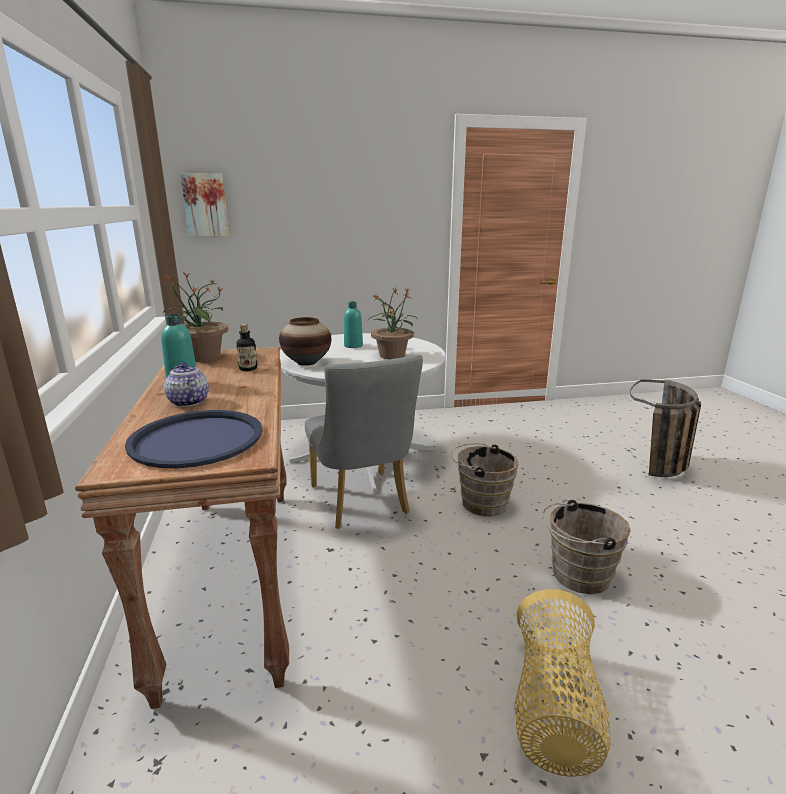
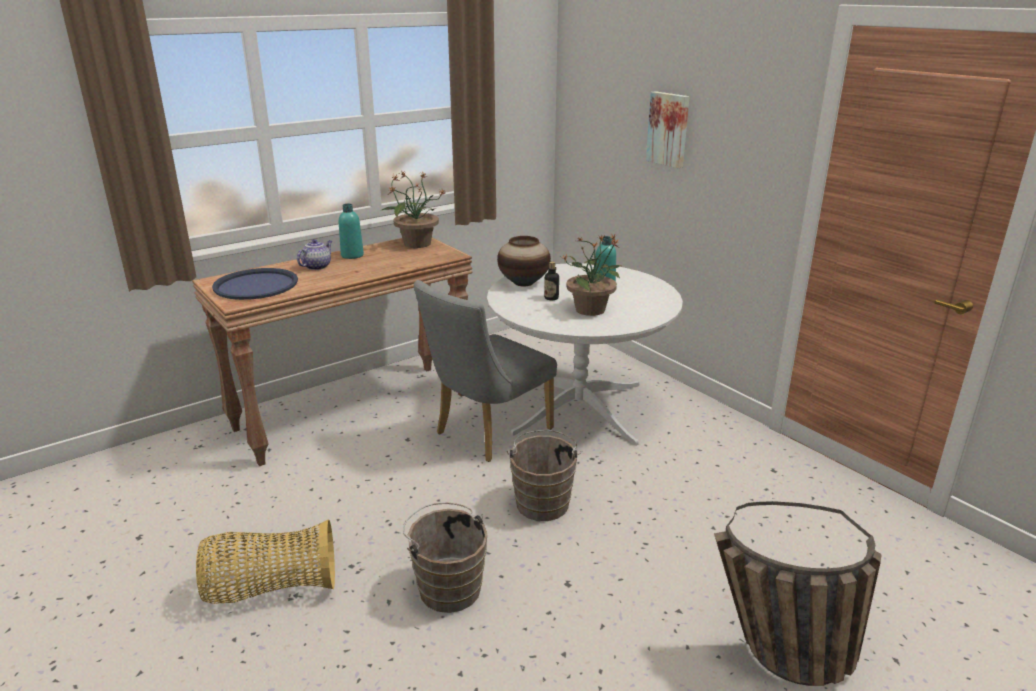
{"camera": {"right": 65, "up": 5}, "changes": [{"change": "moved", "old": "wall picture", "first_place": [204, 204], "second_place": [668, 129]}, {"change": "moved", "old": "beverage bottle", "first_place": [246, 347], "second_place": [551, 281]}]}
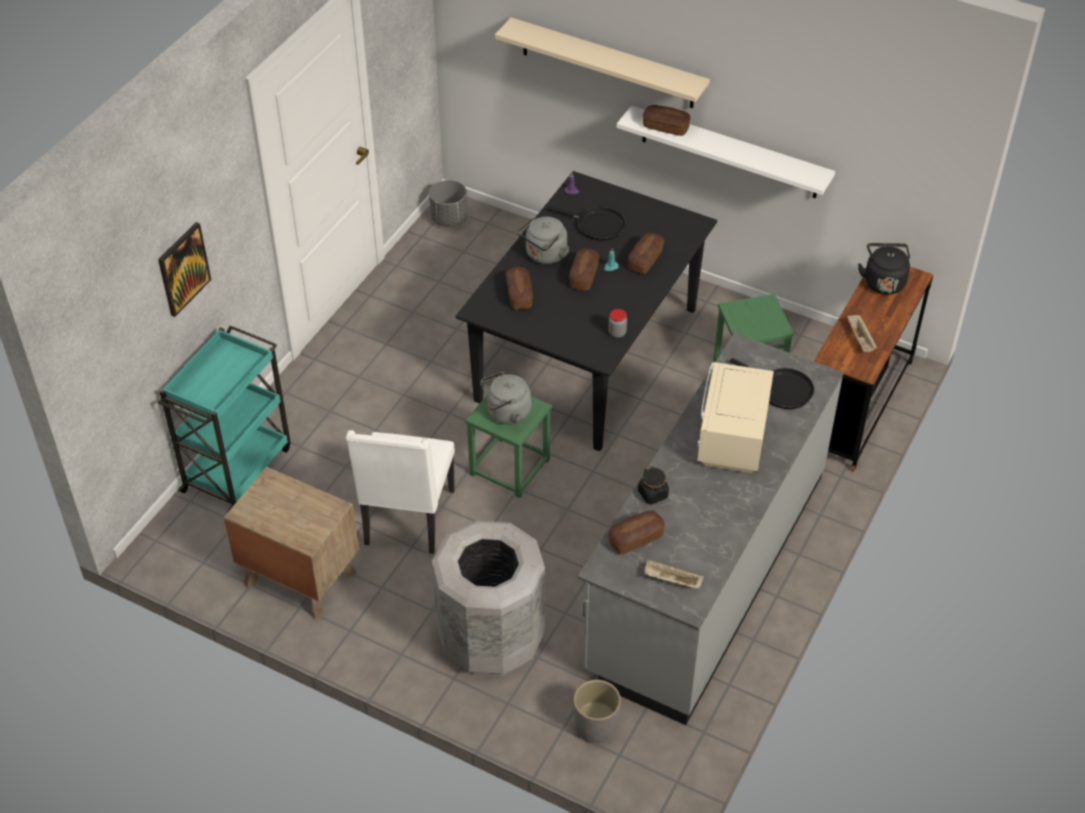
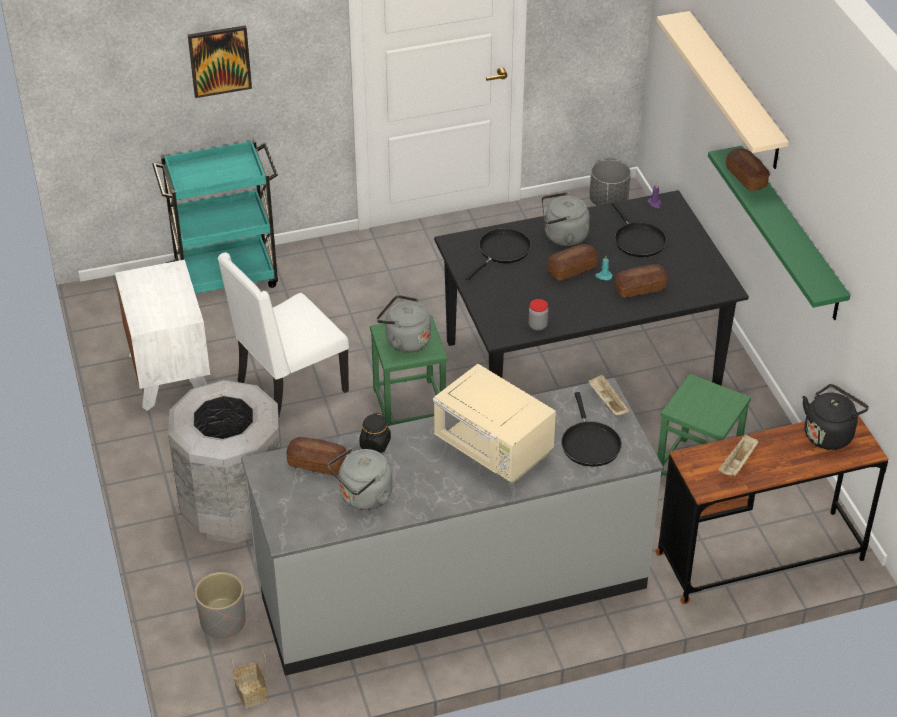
{"camera": {"right": 45, "up": -5}, "changes": [{"change": "recoloured", "old": "whitish bracket shelf", "new": "greenish bracket shelf", "first_place": [726, 152], "second_place": [779, 233]}, {"change": "replaced", "old": "baked bread", "new": "blackish skillet", "first_place": [519, 288], "second_place": [498, 254]}, {"change": "turned", "old": "beige-coloured microwave oven", "first_place": [735, 417], "second_place": [494, 423], "degrees": -105}, {"change": "recoloured", "old": "brownish nightstand", "new": "whitish nightstand", "first_place": [291, 543], "second_place": [162, 335]}, {"change": "moved", "old": "beige-coloured tray", "first_place": [674, 573], "second_place": [609, 394]}, {"change": "added", "new": "grey kettle", "second_place": [360, 479]}, {"change": "added", "new": "storage basket", "second_place": [248, 678]}]}
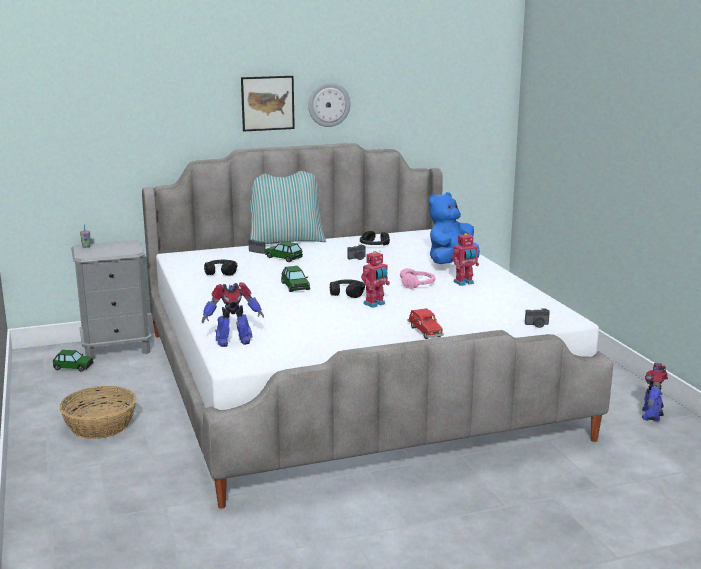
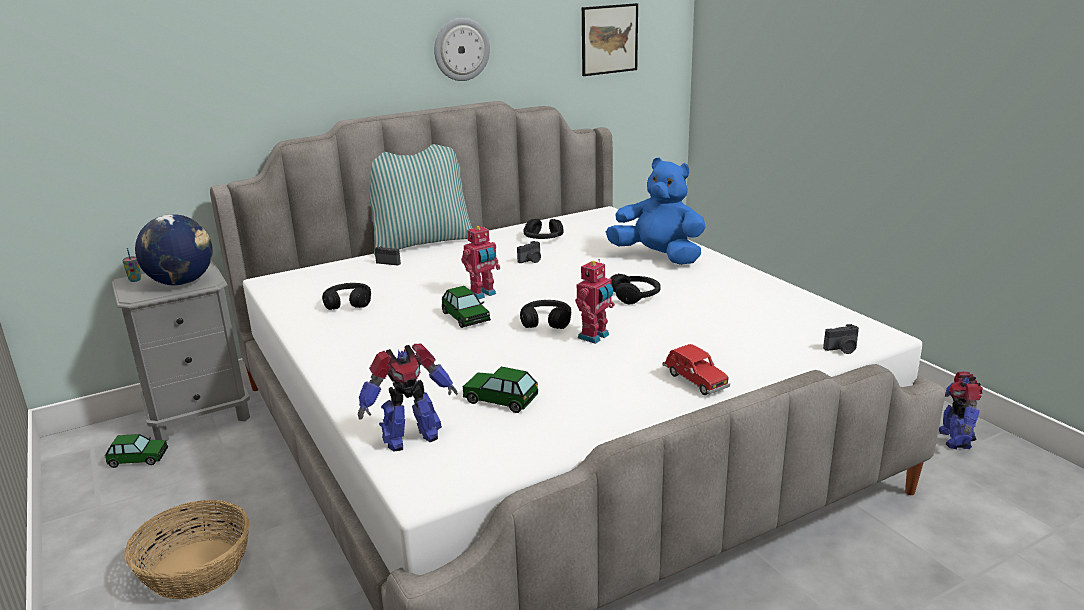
{"camera": {"right": -10, "up": 5}, "changes": [{"change": "moved", "old": "wall picture", "first_place": [268, 104], "second_place": [610, 39]}, {"change": "turned", "old": "bluish soft toy", "first_place": [454, 228], "second_place": [656, 211], "degrees": 90}, {"change": "moved", "old": "robot figure", "first_place": [465, 259], "second_place": [480, 262]}, {"change": "moved", "old": "model car", "first_place": [284, 251], "second_place": [500, 390]}, {"change": "recoloured", "old": "pink-coloured headset", "new": "blackish headset", "first_place": [417, 278], "second_place": [635, 289]}, {"change": "added", "new": "world globe", "second_place": [174, 250]}]}
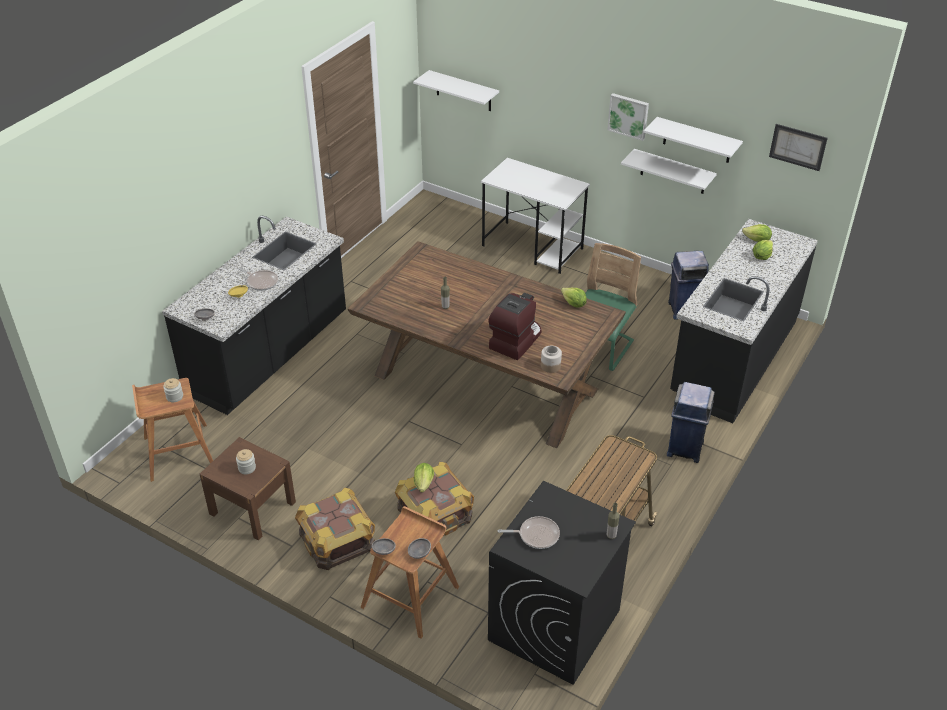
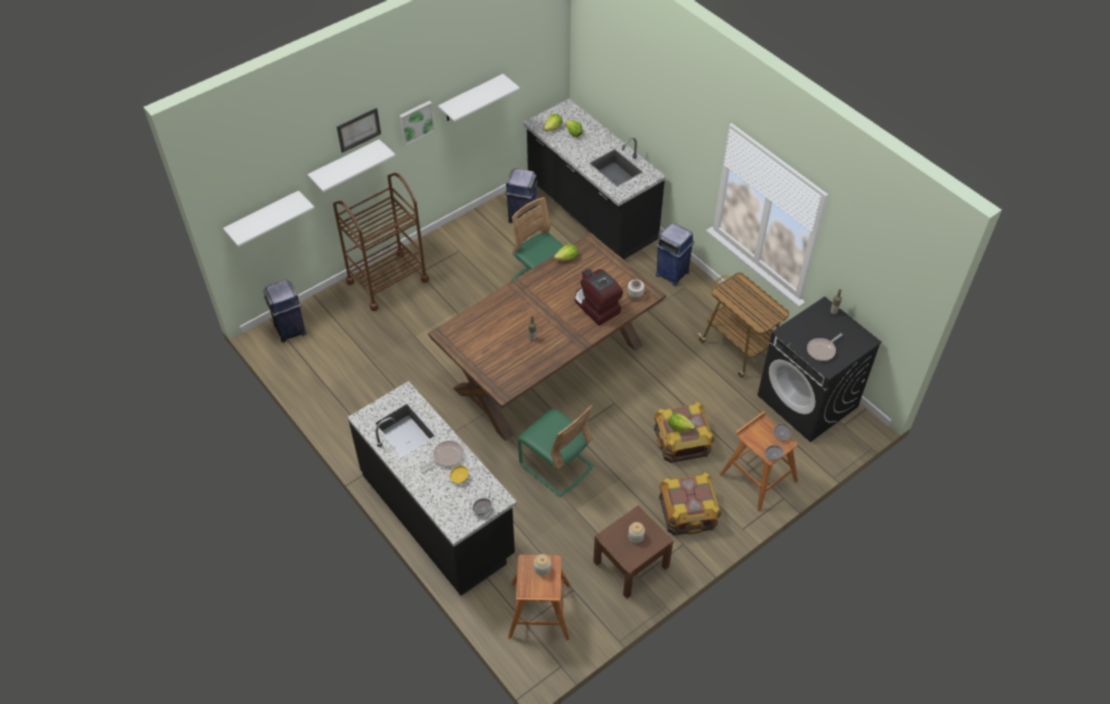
{"camera": {"right": -70, "up": 10}, "changes": [{"change": "moved", "old": "wall picture", "first_place": [798, 147], "second_place": [359, 130]}, {"change": "moved", "old": "whitish bracket shelf", "first_place": [669, 171], "second_place": [351, 165]}, {"change": "replaced", "old": "whitish desk unit", "new": "brownish cart", "first_place": [535, 216], "second_place": [381, 242]}, {"change": "turned", "old": "skillet", "first_place": [529, 532], "second_place": [825, 347], "degrees": -150}, {"change": "added", "new": "bluish trash can", "second_place": [285, 311]}, {"change": "added", "new": "greenish upright chair", "second_place": [555, 451]}]}
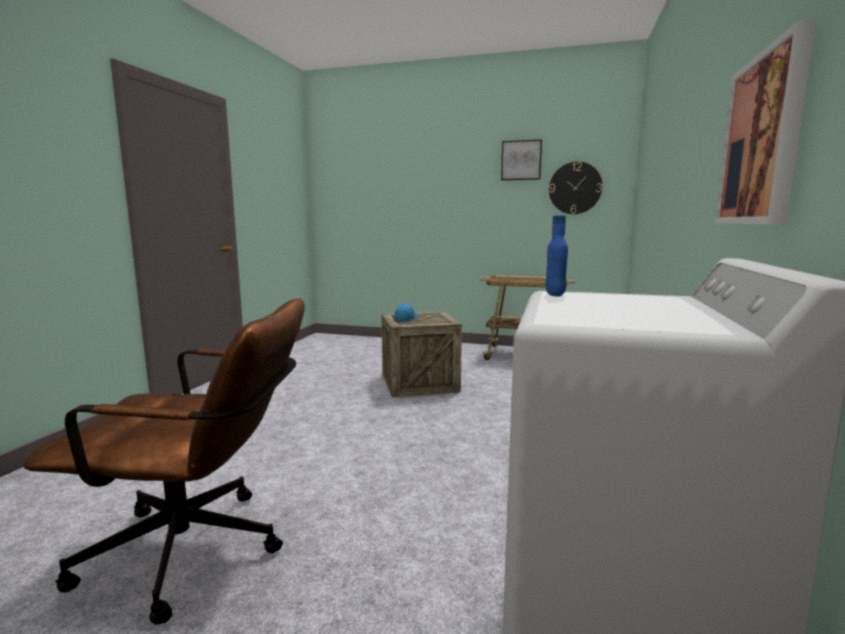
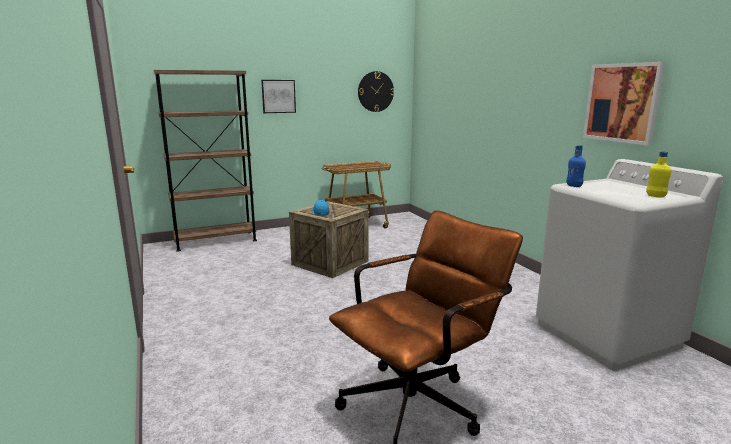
{"camera": {"right": -40, "up": 5}, "changes": [{"change": "moved", "old": "wall picture", "first_place": [521, 160], "second_place": [278, 96]}, {"change": "added", "new": "brownish bookshelf", "second_place": [205, 161]}, {"change": "added", "new": "yellowish beverage bottle", "second_place": [658, 174]}]}
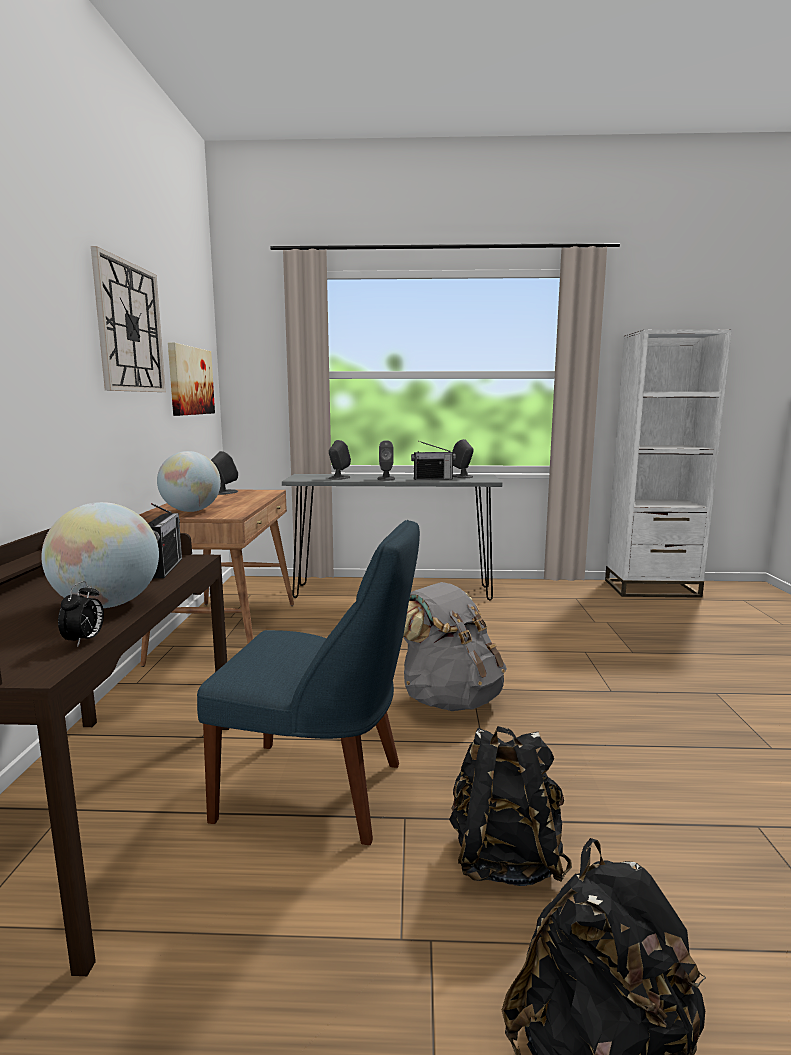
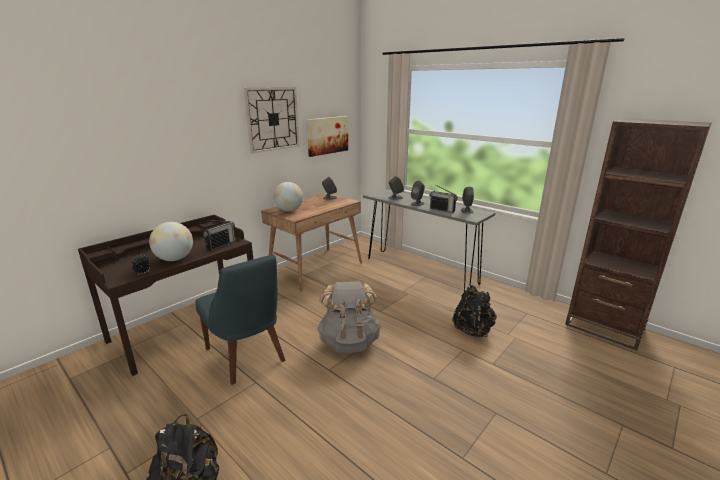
{"camera": {"right": 40, "up": 10}, "changes": [{"change": "recoloured", "old": "whitish bookshelf", "new": "brownish bookshelf", "first_place": [668, 463], "second_place": [638, 234]}, {"change": "moved", "old": "blackish backpack", "first_place": [510, 806], "second_place": [474, 311]}]}
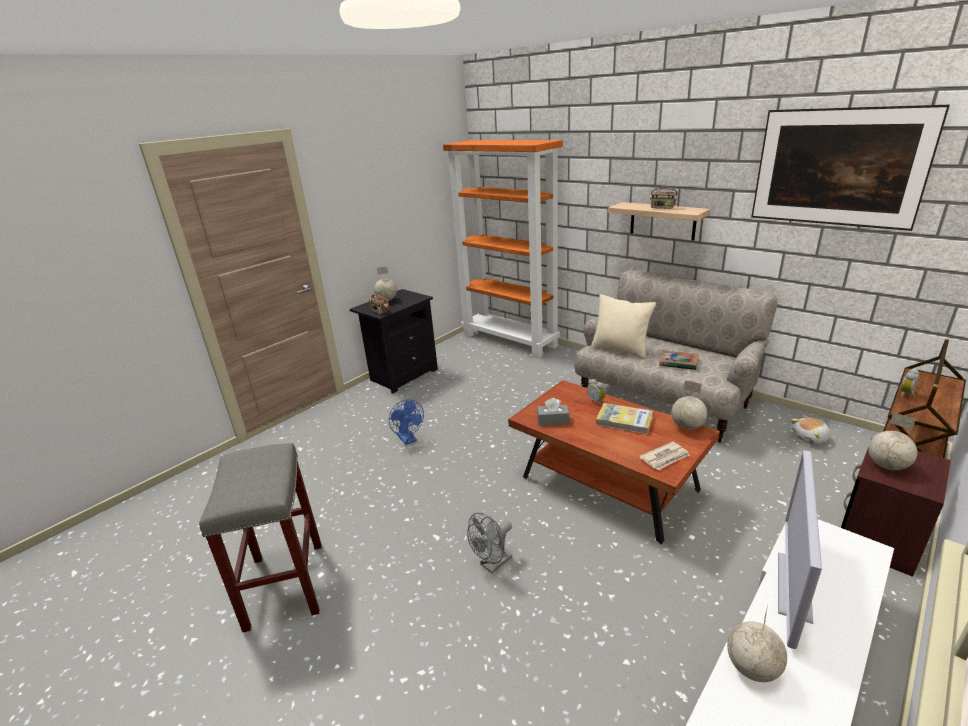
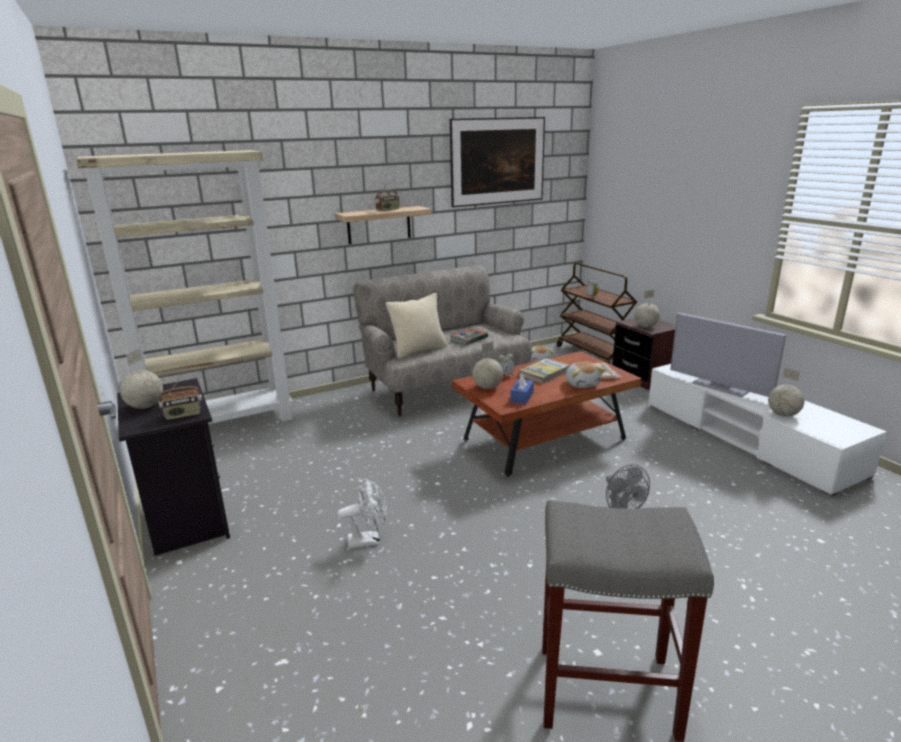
{"camera": {"right": -70, "up": -5}, "changes": [{"change": "recoloured", "old": "orange bookshelf", "new": "beige-coloured bookshelf", "first_place": [503, 249], "second_place": [185, 287]}, {"change": "moved", "old": "world globe", "first_place": [689, 405], "second_place": [487, 365]}, {"change": "recoloured", "old": "grey tissue box", "new": "bluish tissue box", "first_place": [553, 412], "second_place": [522, 388]}, {"change": "recoloured", "old": "bluish cooling fan", "new": "whitish cooling fan", "first_place": [406, 422], "second_place": [362, 513]}, {"change": "added", "new": "soft toy", "second_place": [585, 375]}]}
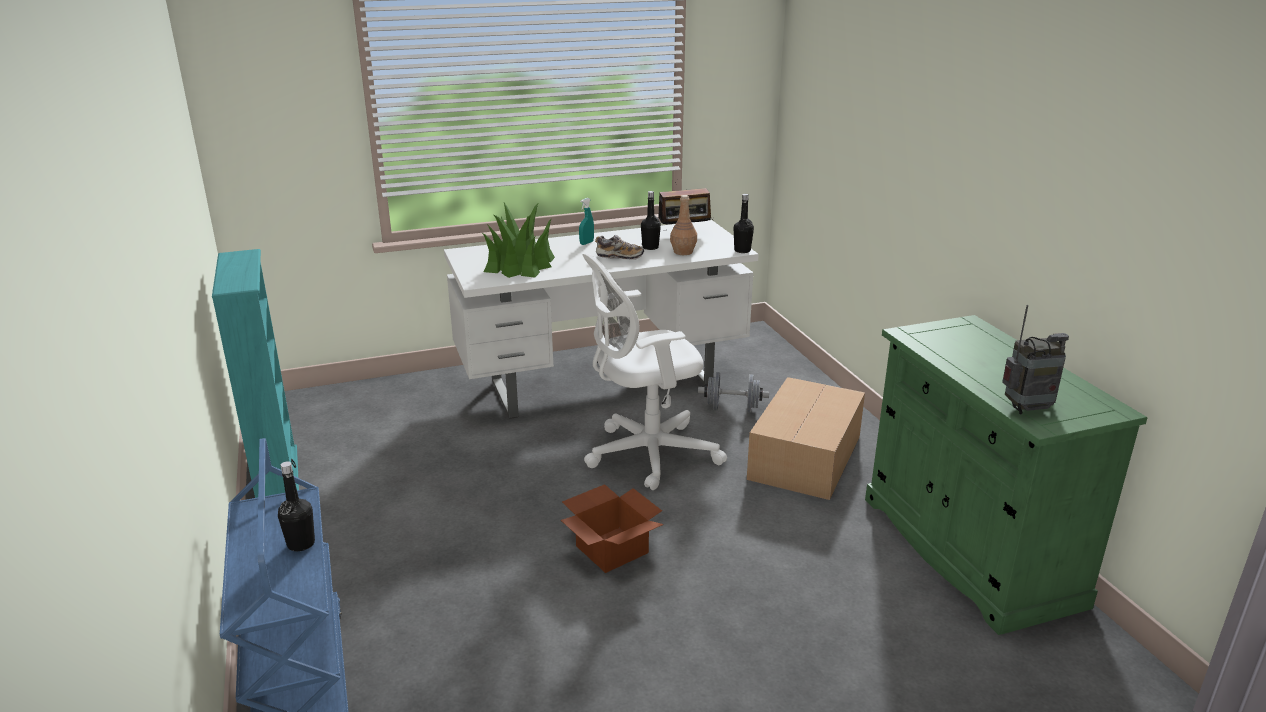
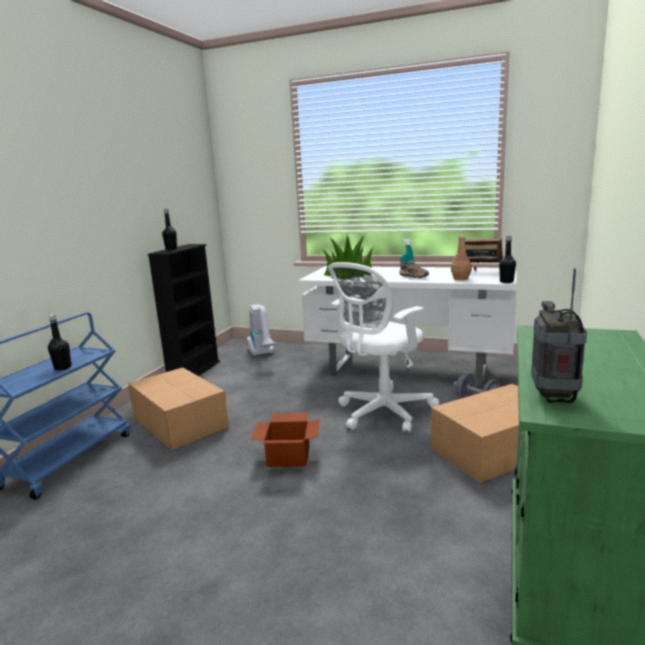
{"camera": {"right": 40, "up": -10}, "changes": [{"change": "moved", "old": "blackish beverage bottle", "first_place": [651, 220], "second_place": [169, 229]}, {"change": "recoloured", "old": "blue-green bookshelf", "new": "blackish bookshelf", "first_place": [255, 373], "second_place": [183, 310]}, {"change": "turned", "old": "whitish desk chair", "first_place": [654, 371], "second_place": [383, 347], "degrees": -60}, {"change": "turned", "old": "radio", "first_place": [1035, 359], "second_place": [559, 336], "degrees": -105}, {"change": "added", "new": "vacuum", "second_place": [261, 330]}, {"change": "added", "new": "packing box", "second_place": [178, 408]}]}
